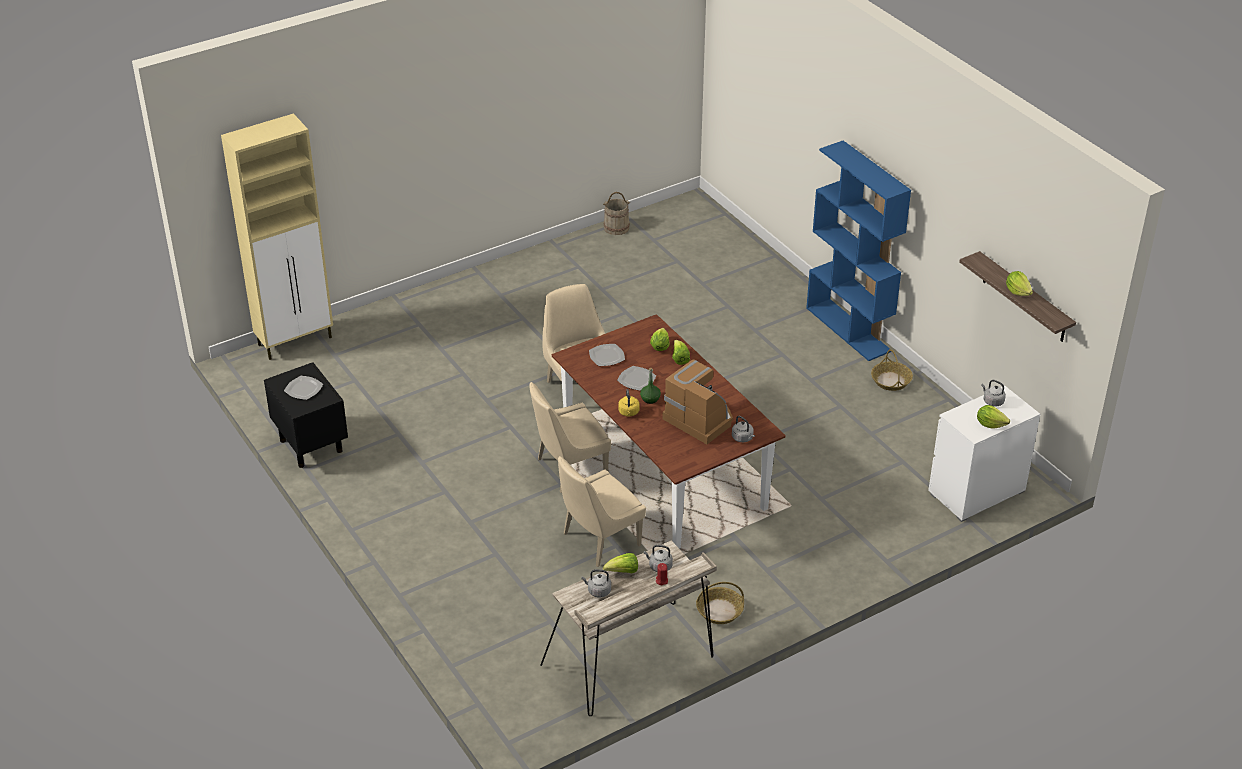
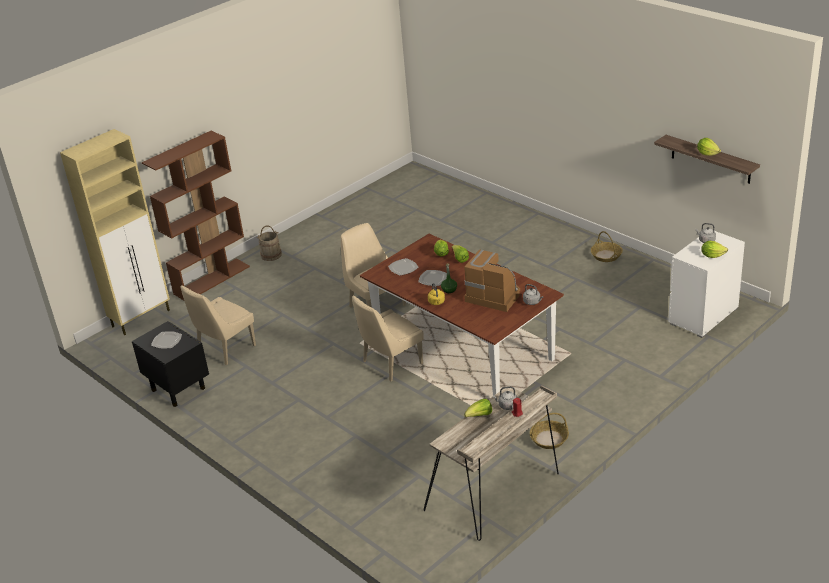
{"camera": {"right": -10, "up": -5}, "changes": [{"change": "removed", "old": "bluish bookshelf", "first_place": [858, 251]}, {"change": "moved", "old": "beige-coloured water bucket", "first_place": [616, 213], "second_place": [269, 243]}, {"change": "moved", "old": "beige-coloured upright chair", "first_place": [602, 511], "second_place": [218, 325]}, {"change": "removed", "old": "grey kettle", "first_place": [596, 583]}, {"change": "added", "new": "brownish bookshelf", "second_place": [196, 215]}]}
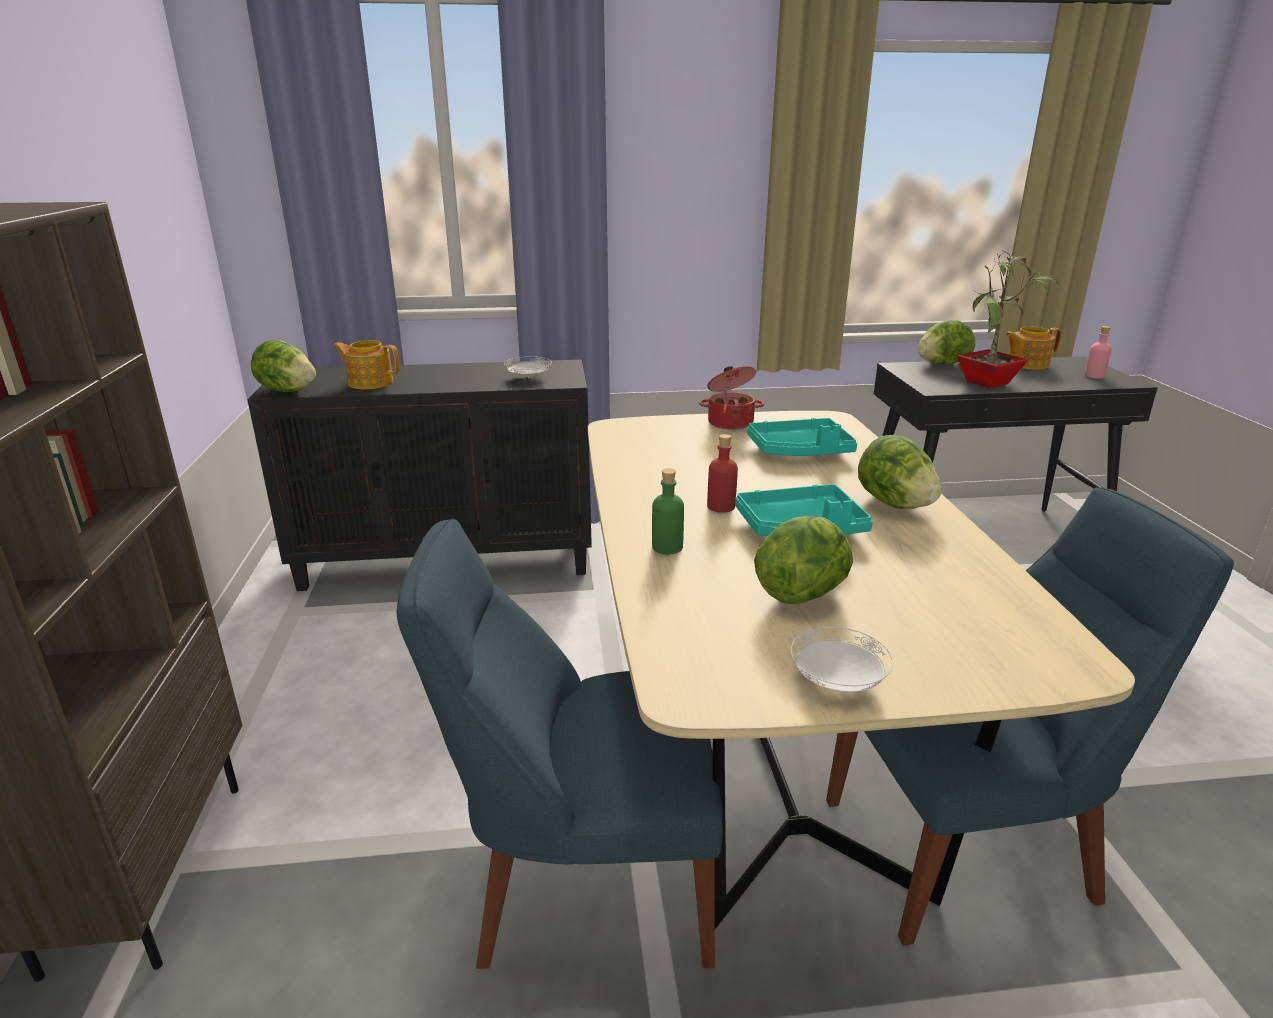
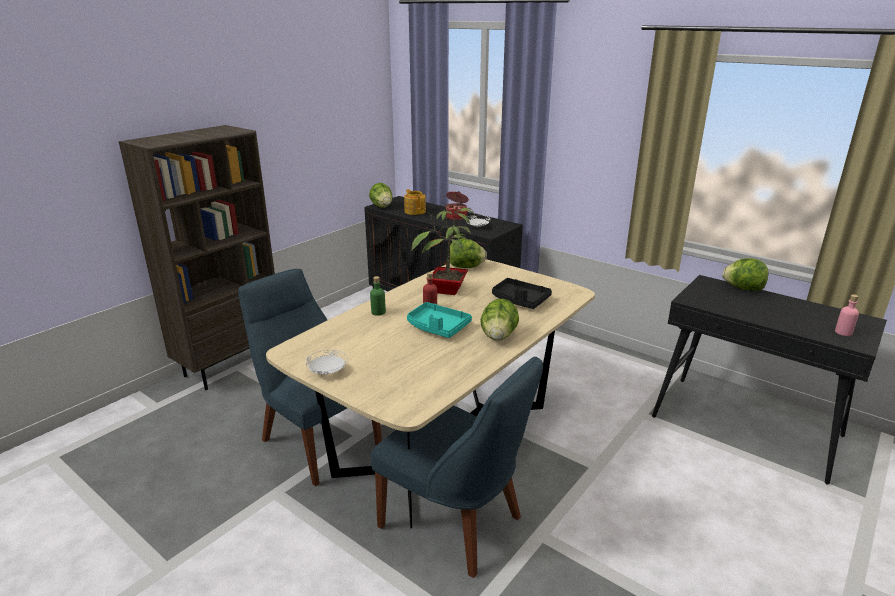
{"camera": {"right": 45, "up": 0}, "changes": [{"change": "moved", "old": "plant in a pot", "first_place": [1009, 319], "second_place": [442, 249]}, {"change": "removed", "old": "tea pot", "first_place": [1033, 348]}, {"change": "moved", "old": "saucepot", "first_place": [732, 398], "second_place": [457, 205]}, {"change": "recoloured", "old": "blue-green tray", "new": "blackish tray", "first_place": [802, 437], "second_place": [522, 293]}, {"change": "moved", "old": "lettuce head", "first_place": [803, 560], "second_place": [468, 253]}]}
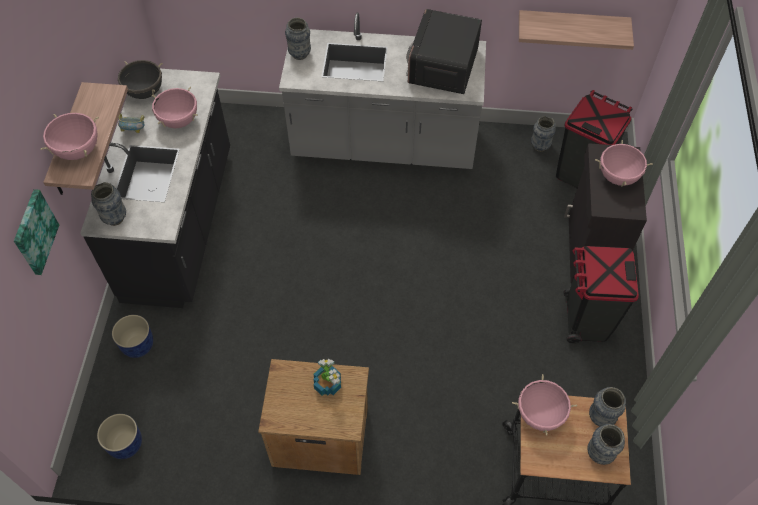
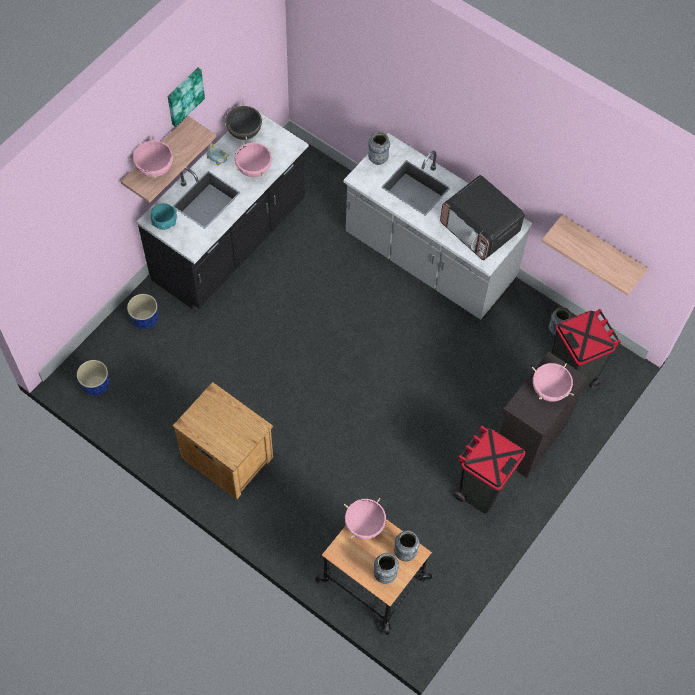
{"camera": {"right": 30, "up": 5}, "changes": [{"change": "turned", "old": "microwave oven", "first_place": [444, 51], "second_place": [482, 217], "degrees": -90}, {"change": "replaced", "old": "decorative vase", "new": "blue-green bowl", "first_place": [108, 204], "second_place": [164, 216]}, {"change": "moved", "old": "wall picture", "first_place": [36, 232], "second_place": [186, 97]}, {"change": "removed", "old": "plant in a pot", "first_place": [327, 377]}]}
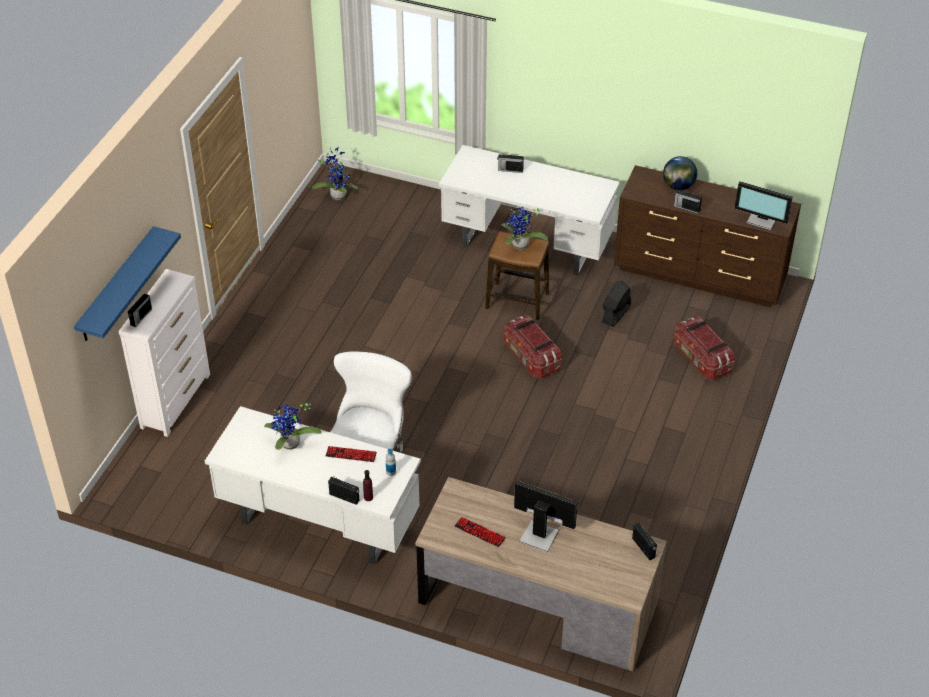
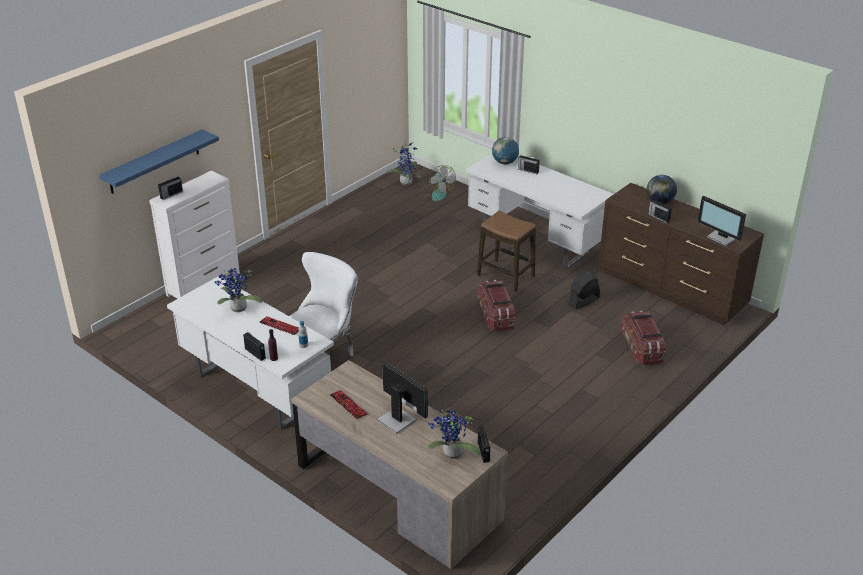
{"camera": {"right": 20, "up": -10}, "changes": [{"change": "moved", "old": "plant in a pot", "first_place": [524, 228], "second_place": [454, 434]}, {"change": "added", "new": "world globe", "second_place": [505, 150]}, {"change": "added", "new": "cooling fan", "second_place": [438, 183]}]}
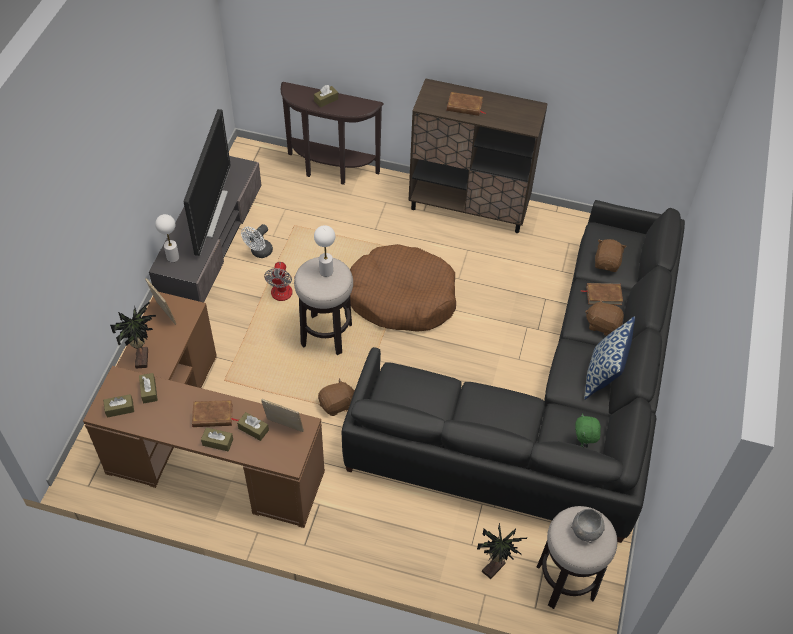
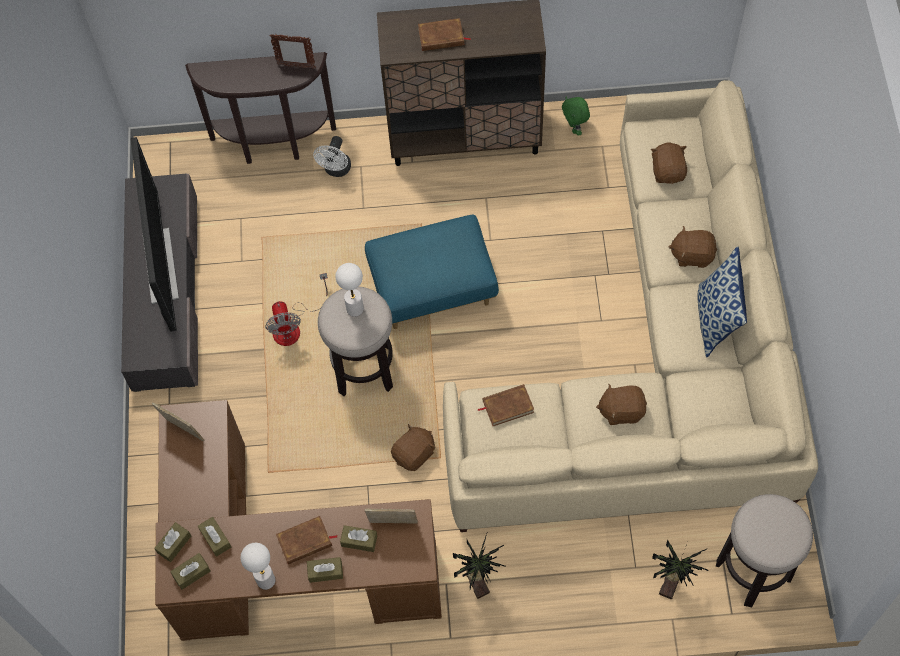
{"camera": {"right": -15, "up": 10}, "changes": [{"change": "moved", "old": "brownish tissue box", "first_place": [326, 96], "second_place": [172, 542]}, {"change": "recoloured", "old": "blackish settee", "new": "beige-coloured settee", "first_place": [513, 371], "second_place": [630, 306]}, {"change": "moved", "old": "whitish tabletop lamp", "first_place": [167, 238], "second_place": [257, 566]}, {"change": "moved", "old": "whitish cooling fan", "first_place": [257, 241], "second_place": [332, 156]}, {"change": "replaced", "old": "brownish dog bed", "new": "bluish footrest", "first_place": [403, 288], "second_place": [432, 272]}, {"change": "moved", "old": "brownish book", "first_place": [602, 294], "second_place": [506, 405]}, {"change": "moved", "old": "plant in a pot", "first_place": [133, 335], "second_place": [479, 565]}, {"change": "moved", "old": "greenish soft toy", "first_place": [588, 430], "second_place": [576, 116]}, {"change": "removed", "old": "grey bowl", "first_place": [588, 526]}, {"change": "added", "new": "picture frame", "second_place": [293, 51]}, {"change": "added", "new": "brownish soft toy", "second_place": [621, 404]}]}
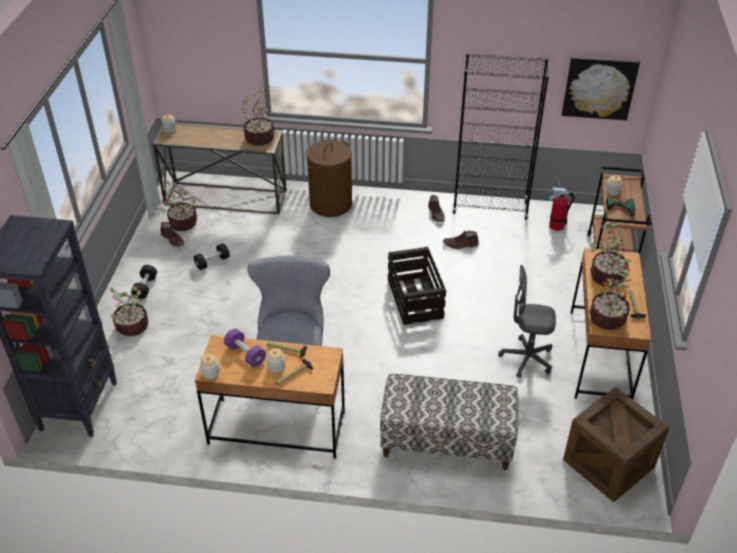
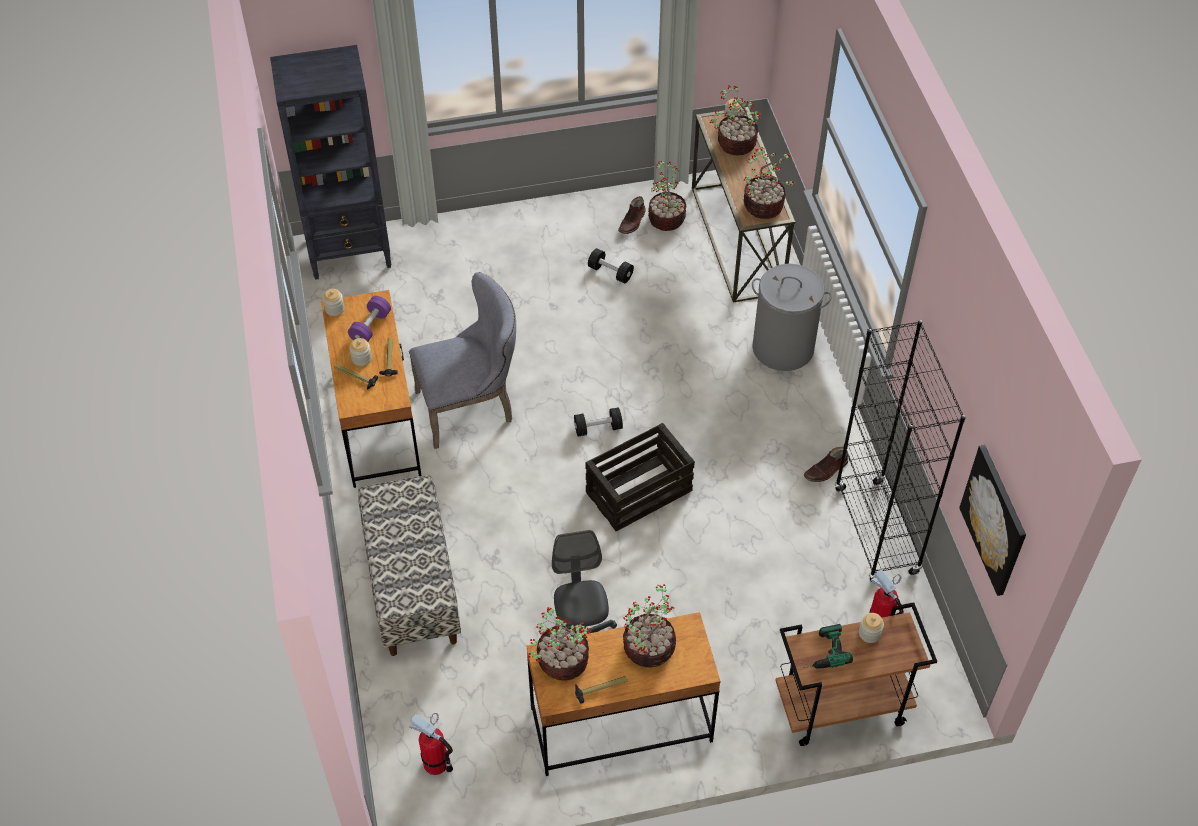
{"camera": {"right": 70, "up": 10}, "changes": [{"change": "recoloured", "old": "brownish hamper", "new": "grey hamper", "first_place": [329, 178], "second_place": [792, 317]}, {"change": "removed", "old": "brownish boot", "first_place": [461, 240]}, {"change": "moved", "old": "blackish hand weight", "first_place": [144, 282], "second_place": [598, 421]}, {"change": "moved", "old": "plant in a pot", "first_place": [129, 310], "second_place": [735, 120]}, {"change": "replaced", "old": "shipping crate", "new": "extinguisher", "first_place": [616, 445], "second_place": [431, 744]}]}
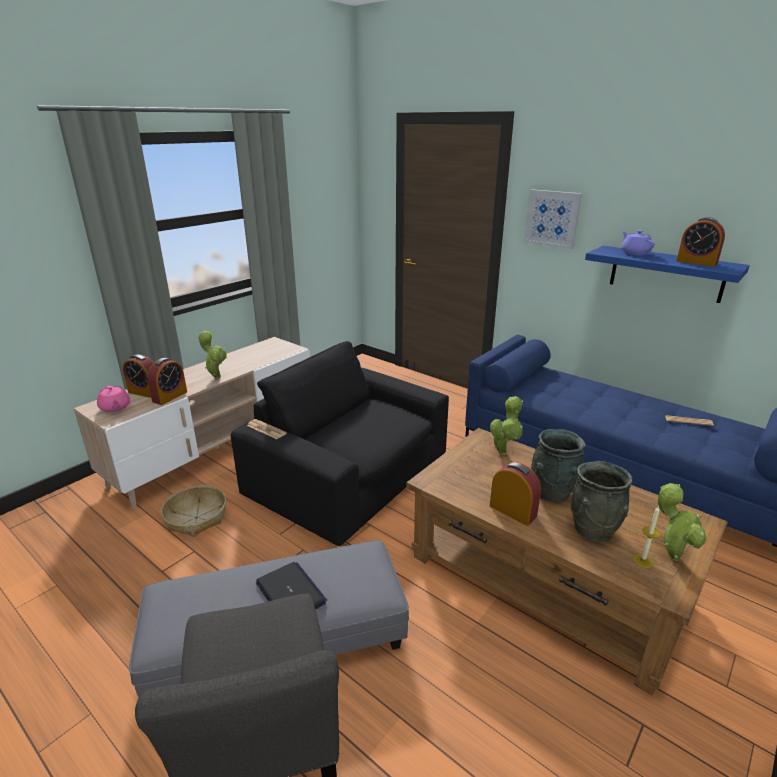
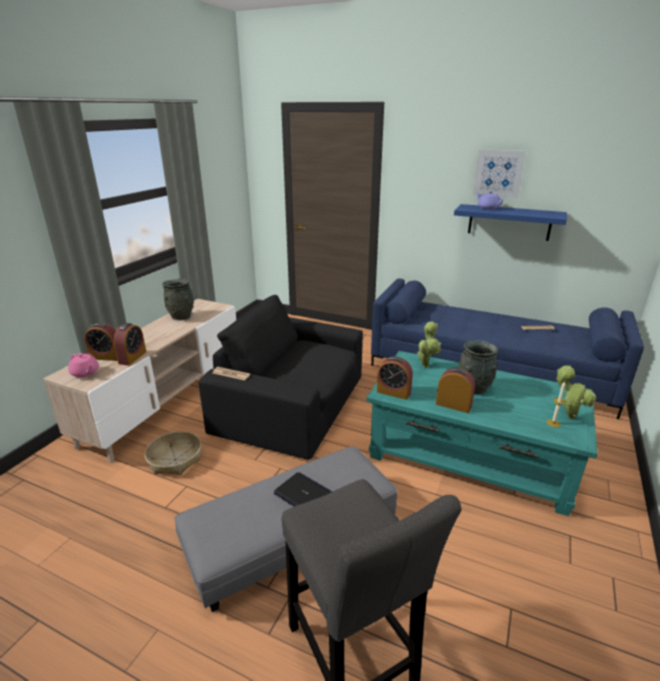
{"camera": {"right": -15, "up": 0}, "changes": [{"change": "moved", "old": "wall picture", "first_place": [553, 219], "second_place": [499, 173]}, {"change": "moved", "old": "bedside clock", "first_place": [701, 242], "second_place": [395, 378]}, {"change": "removed", "old": "plant in a pot", "first_place": [213, 355]}, {"change": "recoloured", "old": "brownish low table", "new": "blue-green low table", "first_place": [567, 562], "second_place": [482, 433]}, {"change": "moved", "old": "grey decorative vase", "first_place": [601, 501], "second_place": [178, 299]}]}
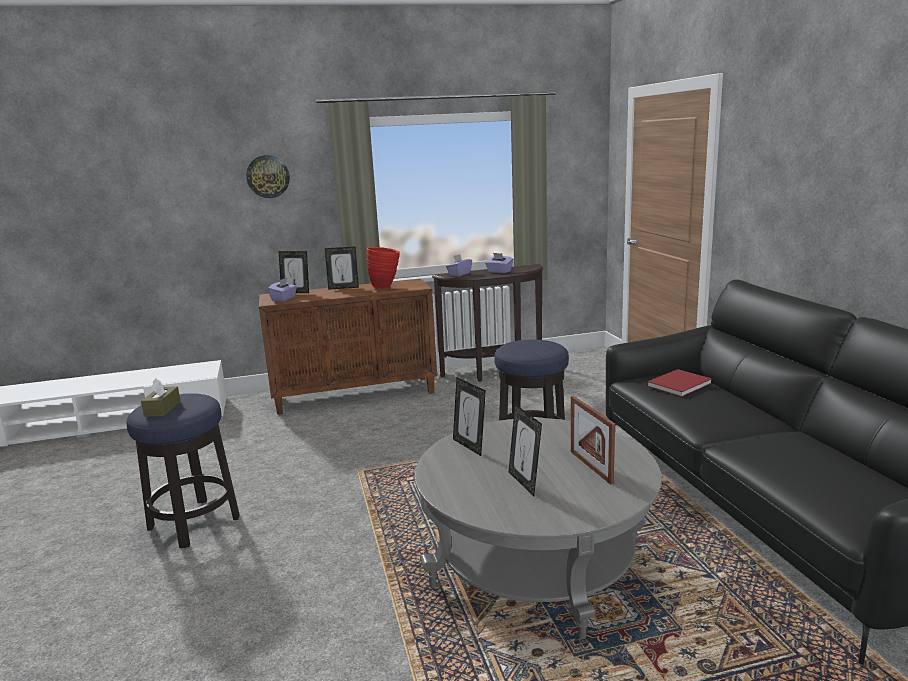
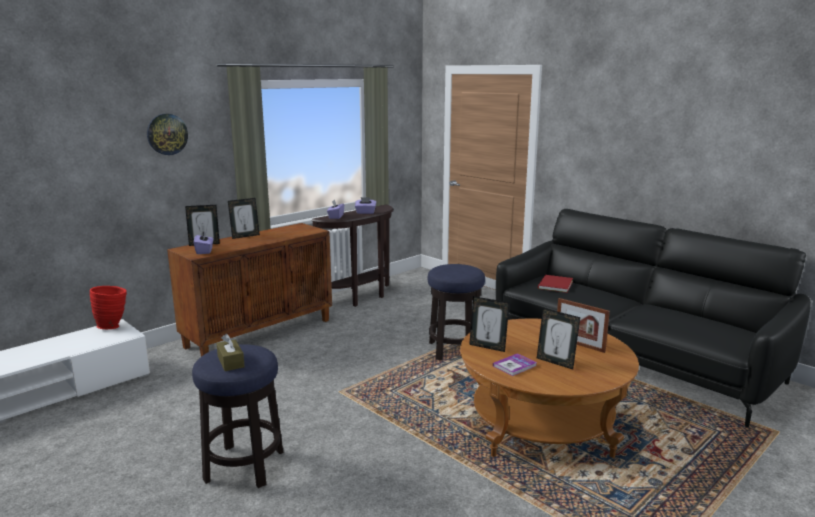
{"camera": {"right": -30, "up": 0}, "changes": [{"change": "moved", "old": "reddish decorative vase", "first_place": [383, 268], "second_place": [108, 307]}, {"change": "recoloured", "old": "grey low table", "new": "brownish low table", "first_place": [538, 528], "second_place": [549, 388]}, {"change": "added", "new": "book", "second_place": [515, 364]}]}
